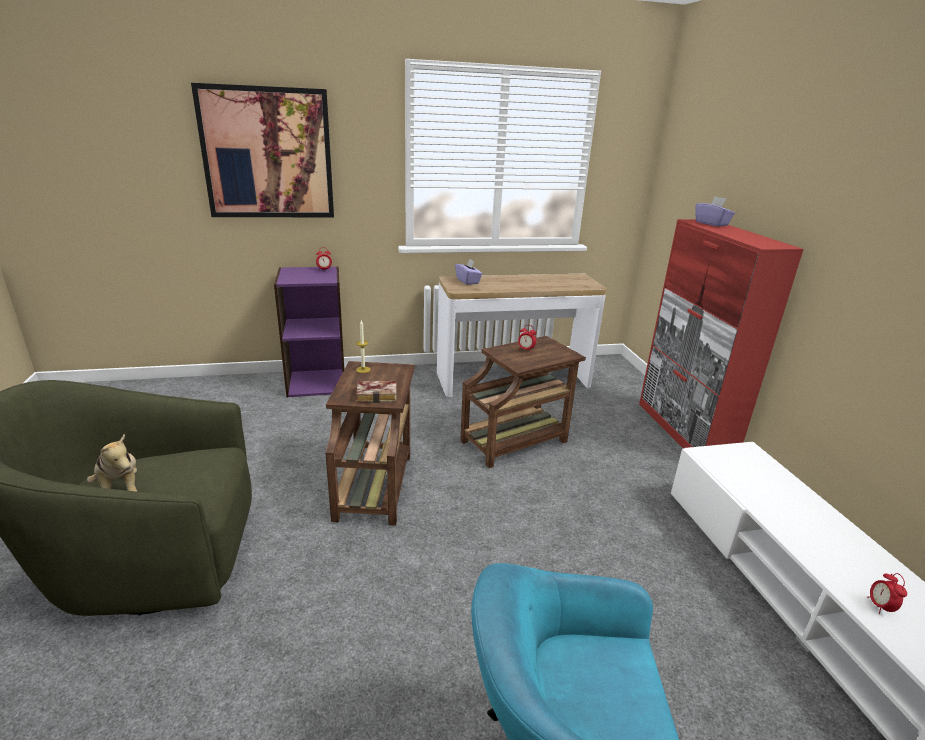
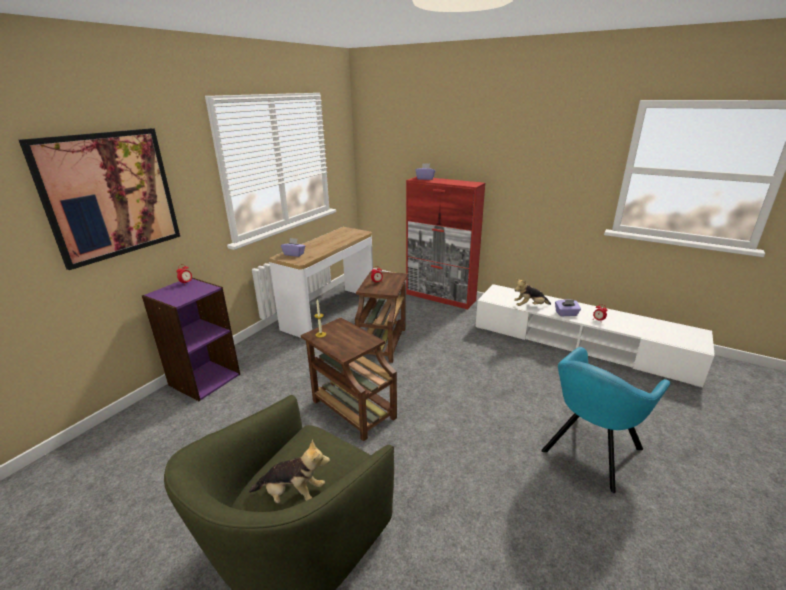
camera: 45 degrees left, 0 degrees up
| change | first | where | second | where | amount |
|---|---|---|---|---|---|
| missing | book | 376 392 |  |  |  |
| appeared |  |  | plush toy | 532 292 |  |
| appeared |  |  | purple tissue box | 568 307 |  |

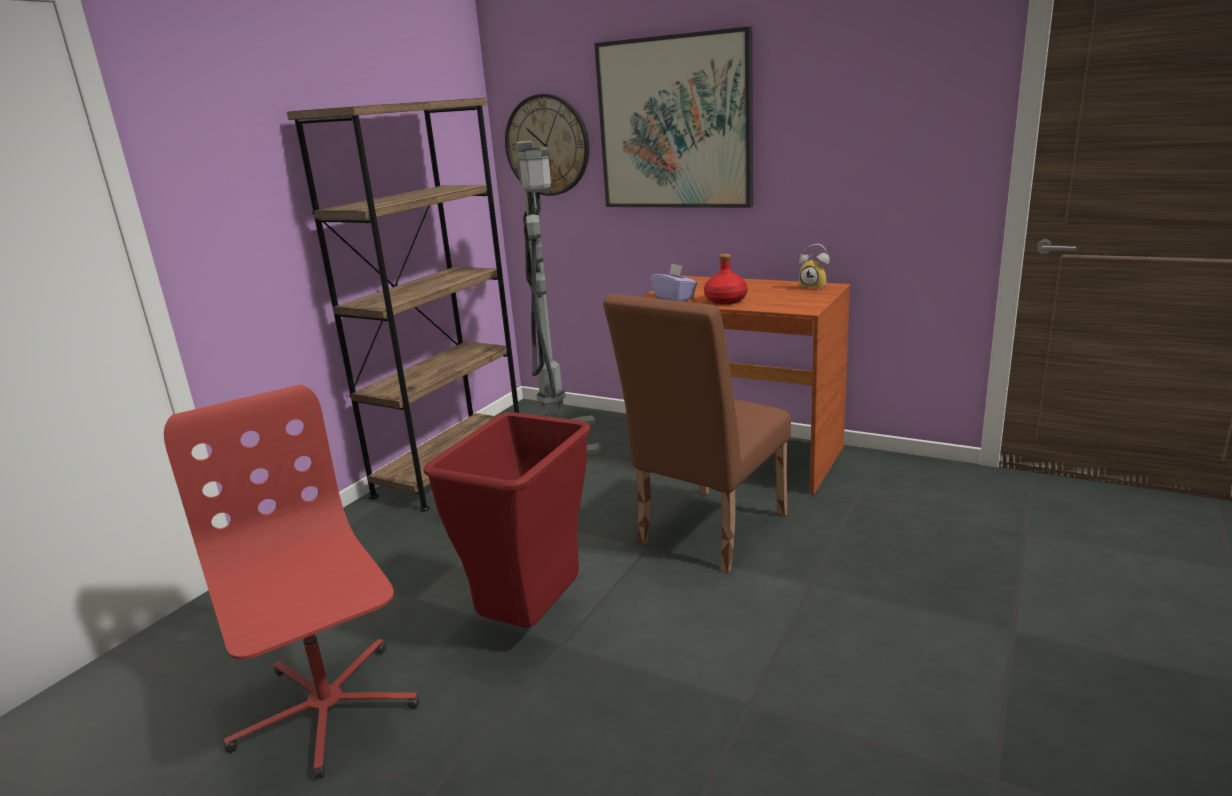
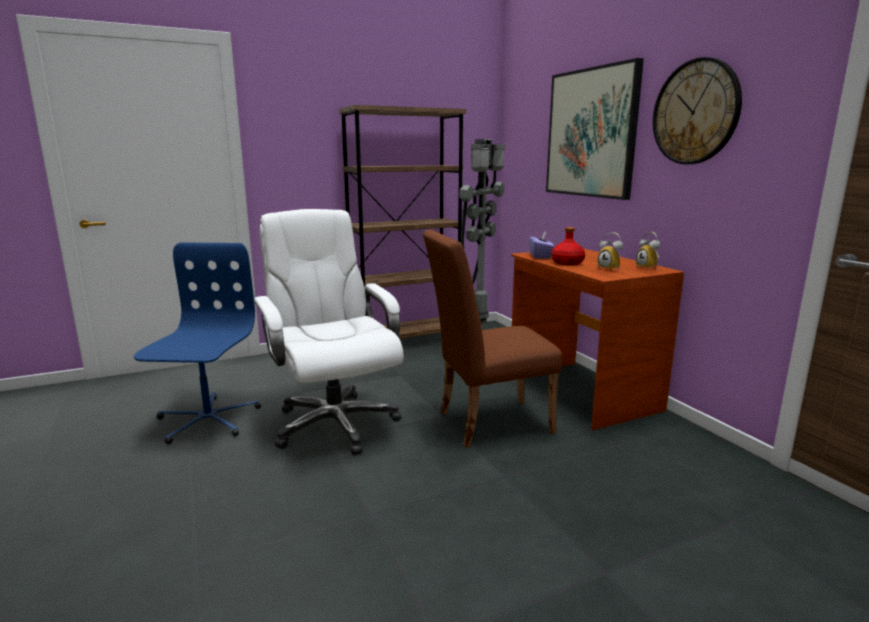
camera: 35 degrees right, 5 degrees down
| change | first | where | second | where | amount |
|---|---|---|---|---|---|
| colour | red office chair | 291 581 | blue office chair | 197 343 |  |
| exchanged | red trash can | 506 520 | white office chair | 329 332 |  |
| relocated | wall clock | 547 145 |  | 697 110 |  |
| appeared |  |  | alarm clock | 610 251 |  |

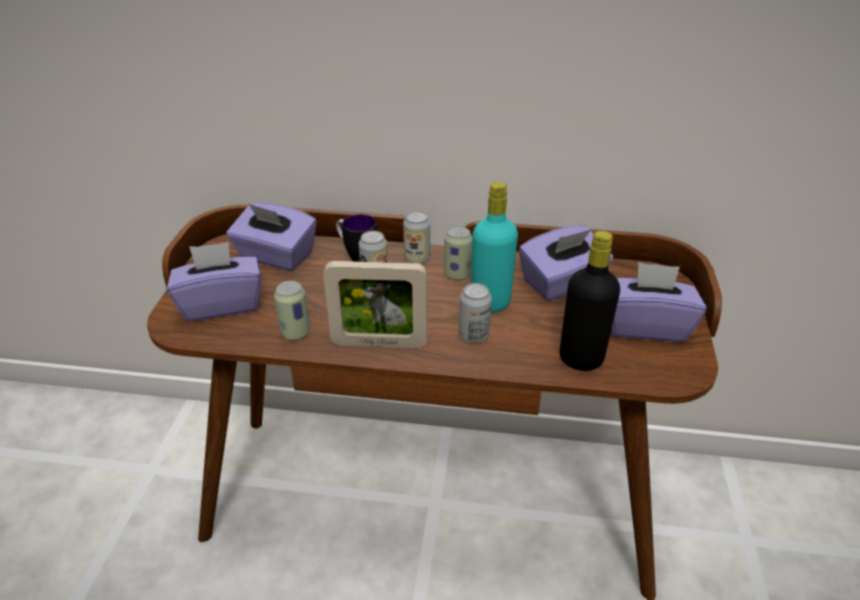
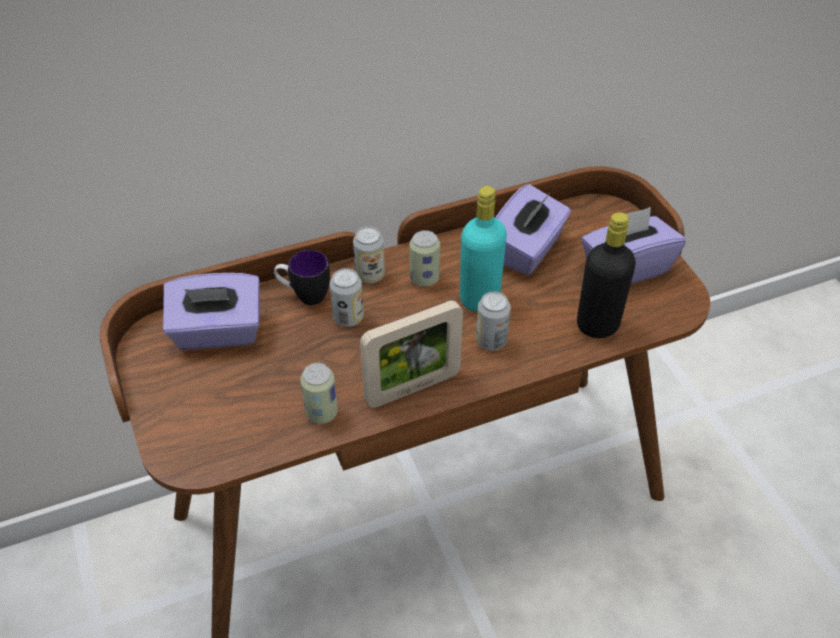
camera: 30 degrees left, 10 degrees up
| change | first | where | second | where | amount |
|---|---|---|---|---|---|
| missing | purple tissue box | 214 281 |  |  |  |

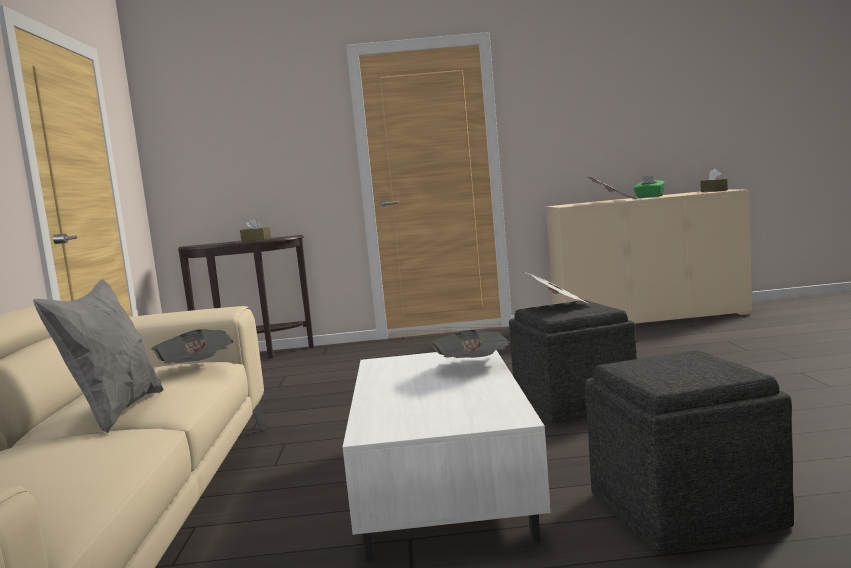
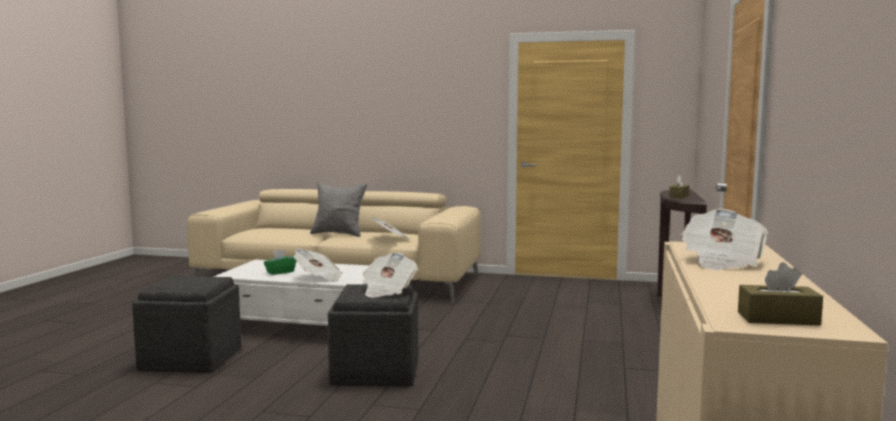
camera: 105 degrees right, 0 degrees up
| change | first | where | second | where | amount |
|---|---|---|---|---|---|
| relocated | green tissue box | 649 187 |  | 280 262 |  |

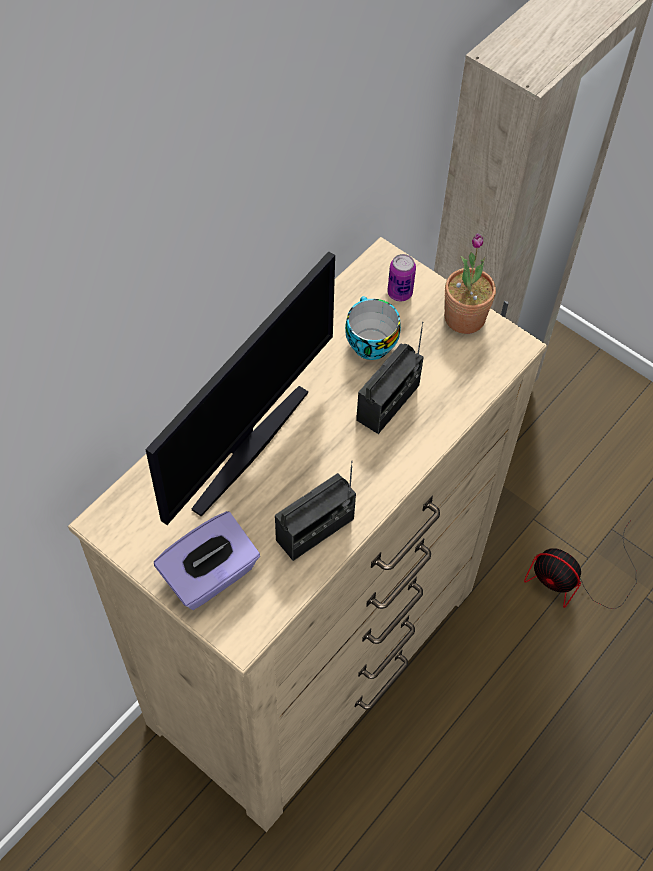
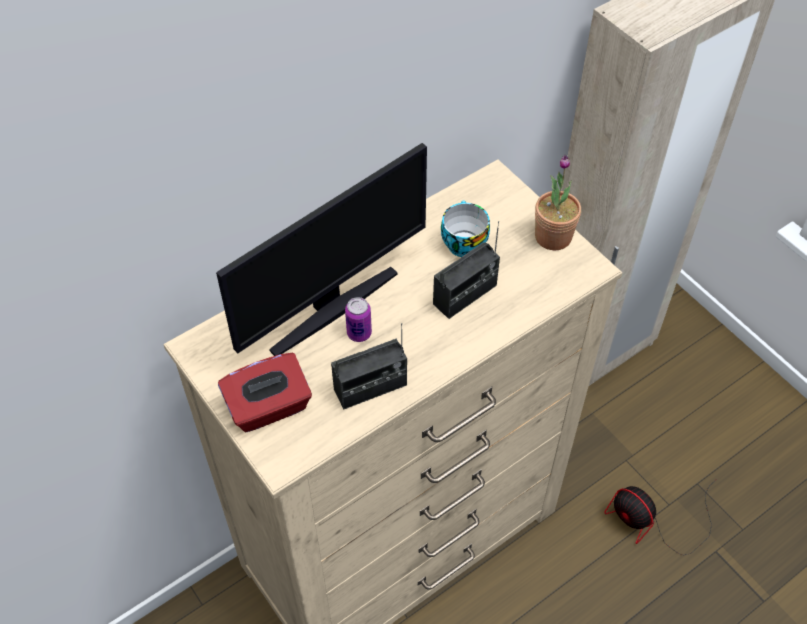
camera: 15 degrees right, 5 degrees down
| change | first | where | second | where | amount |
|---|---|---|---|---|---|
| colour | purple tissue box | 207 560 | red tissue box | 265 392 |  |
| relocated | can | 402 277 |  | 358 319 |  |

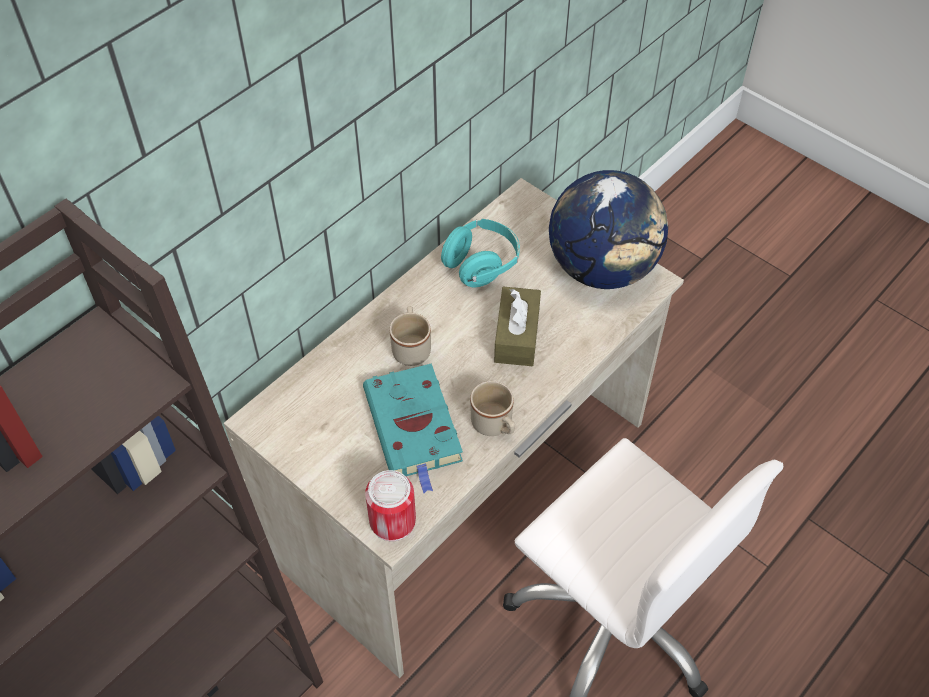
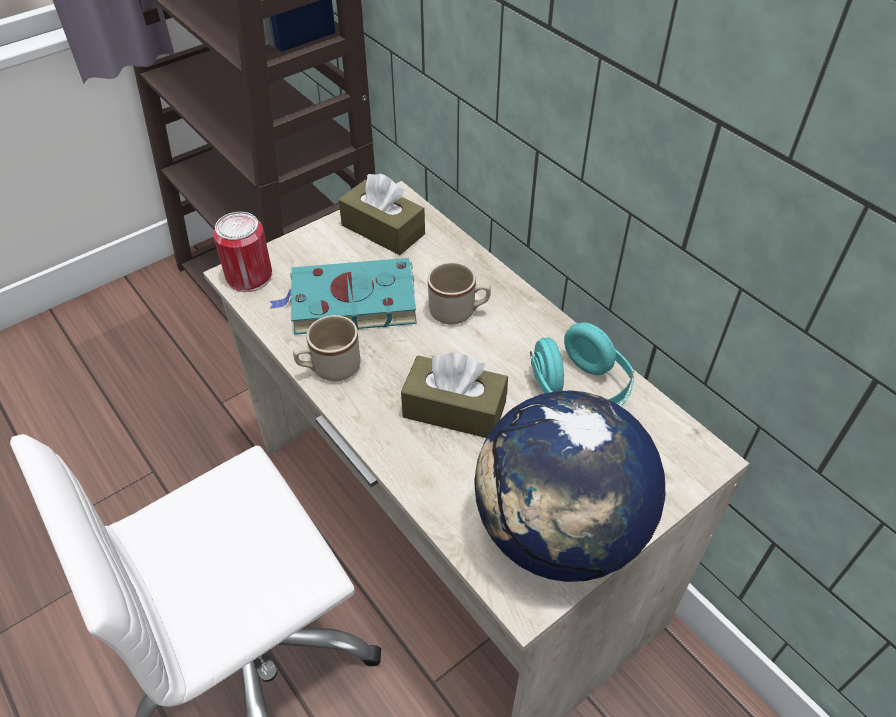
camera: 100 degrees right, 5 degrees down
| change | first | where | second | where | amount |
|---|---|---|---|---|---|
| appeared |  |  | brown tissue box | 382 214 |  |

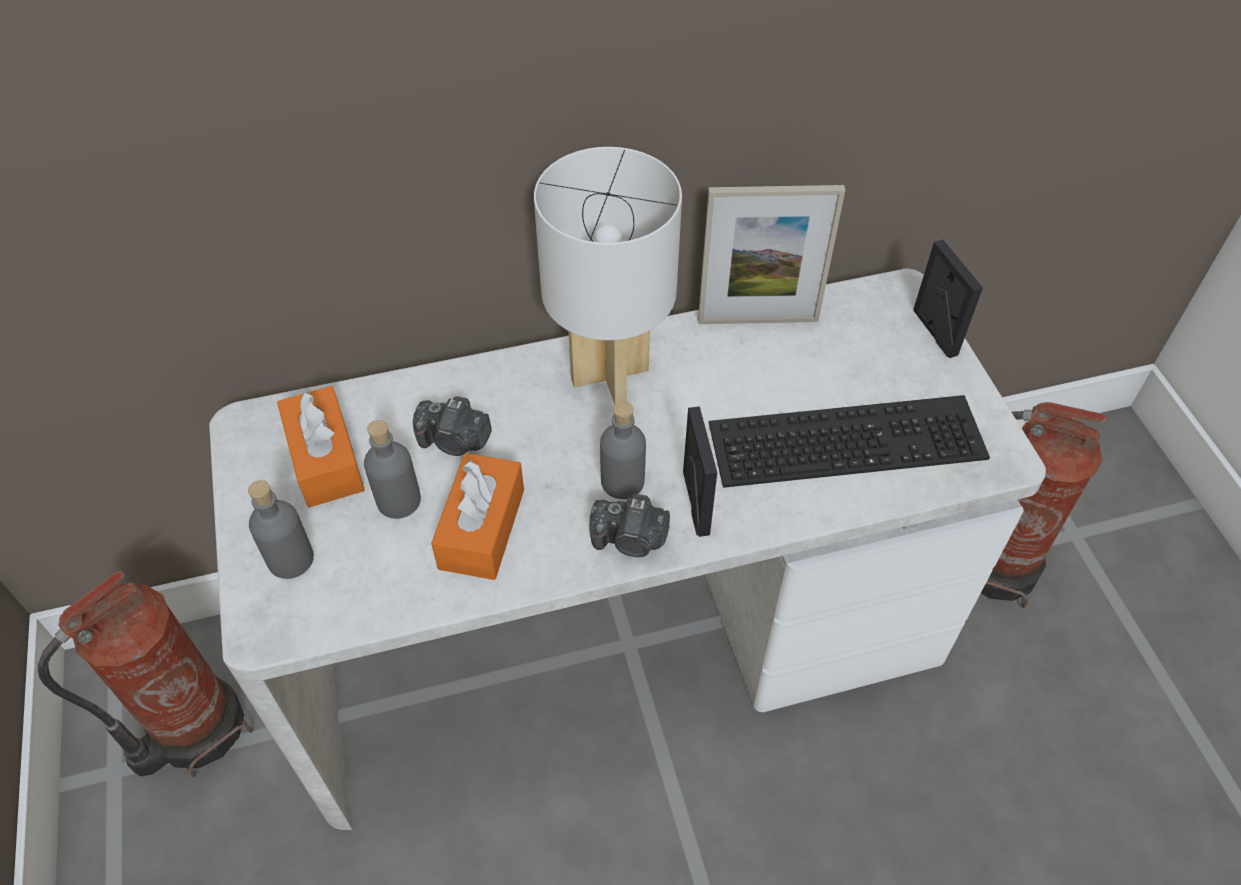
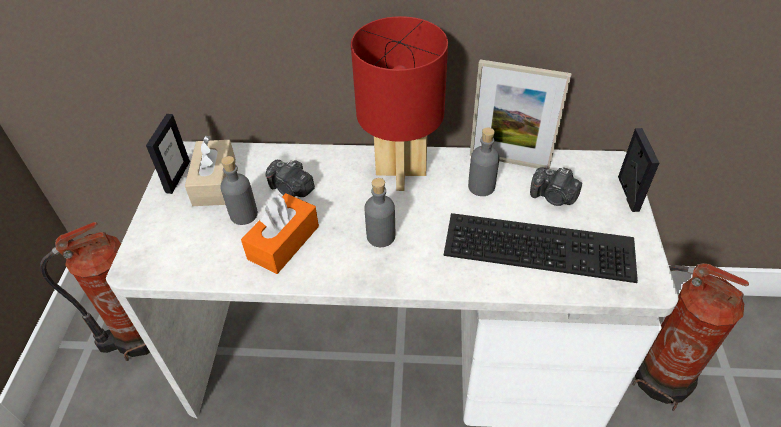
camera: 20 degrees right, 5 degrees down
| change | first | where | second | where | amount |
|---|---|---|---|---|---|
| relocated | grey bottle | 281 529 |  | 484 162 |  |
| colour | orange tissue box | 321 447 | beige tissue box | 210 171 |  |
| colour | white table lamp | 608 275 | red table lamp | 399 103 |  |
| relocated | photo camera | 629 525 |  | 556 186 |  |
| relocated | picture frame | 700 471 |  | 168 154 |  |

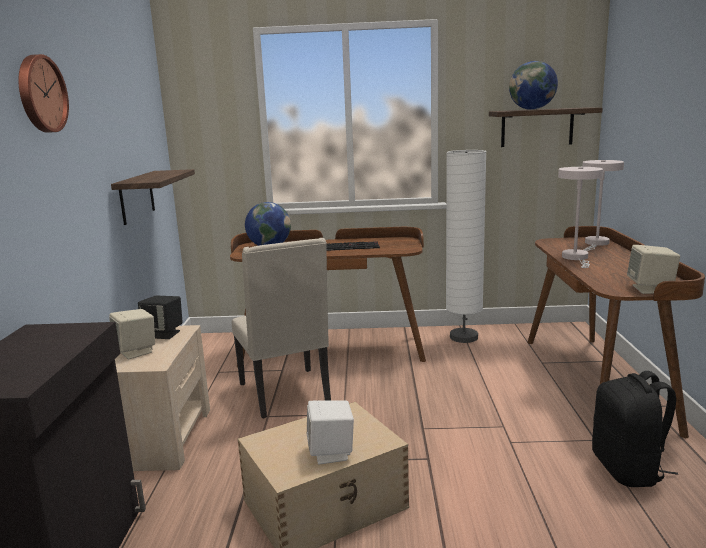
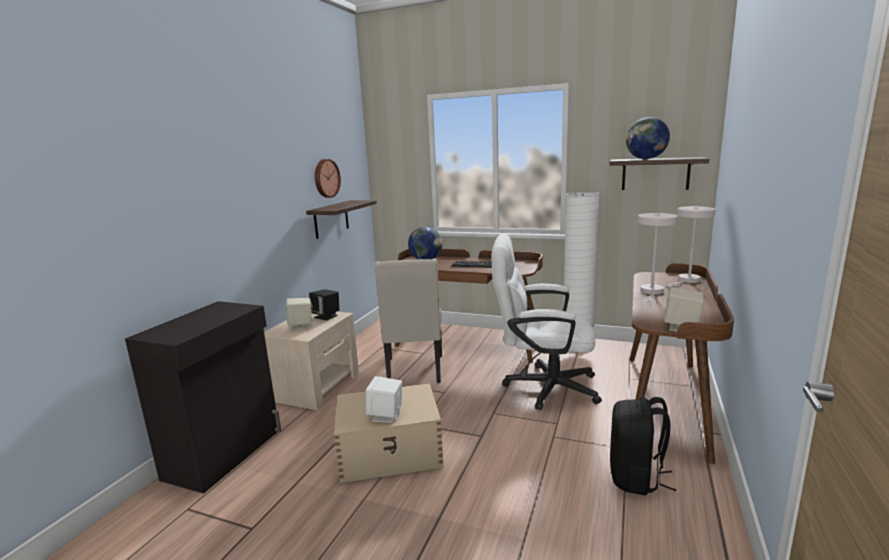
camera: 20 degrees right, 0 degrees up
| change | first | where | second | where | amount |
|---|---|---|---|---|---|
| relocated | wall clock | 43 93 |  | 328 178 |  |
| appeared |  |  | white office chair | 546 321 |  |

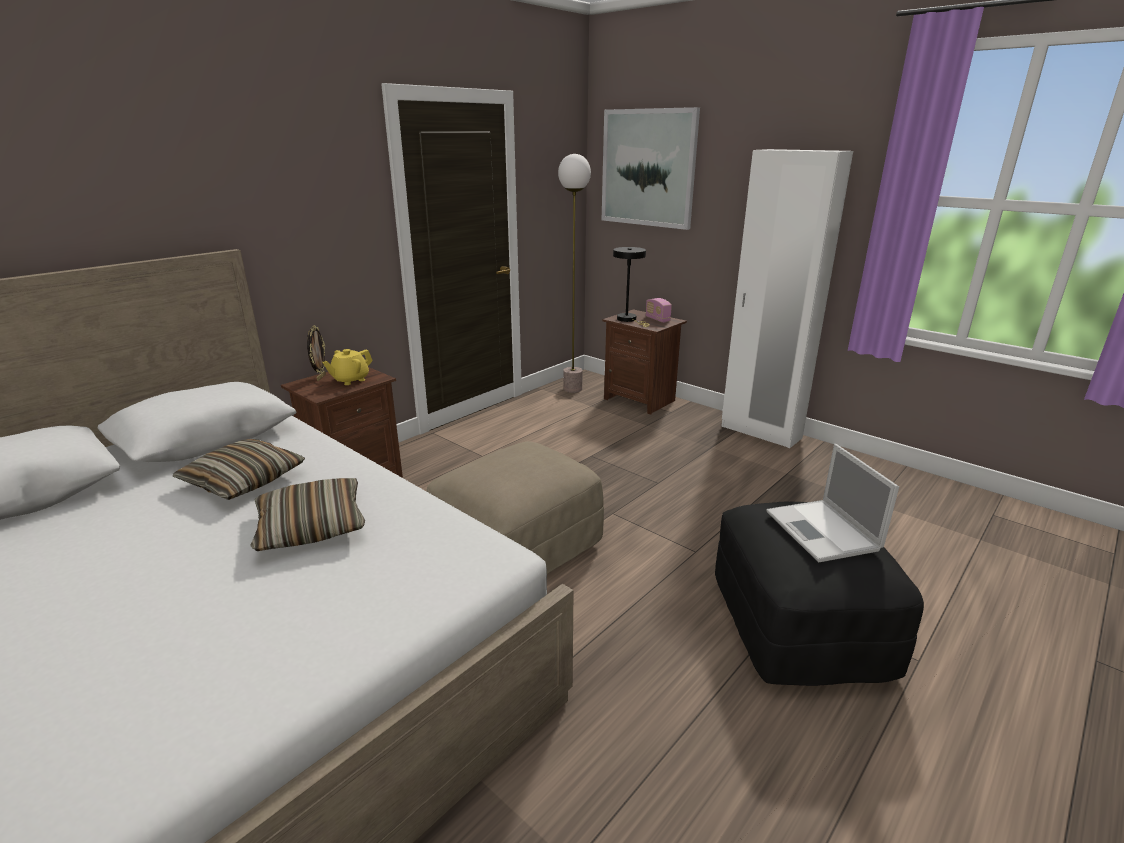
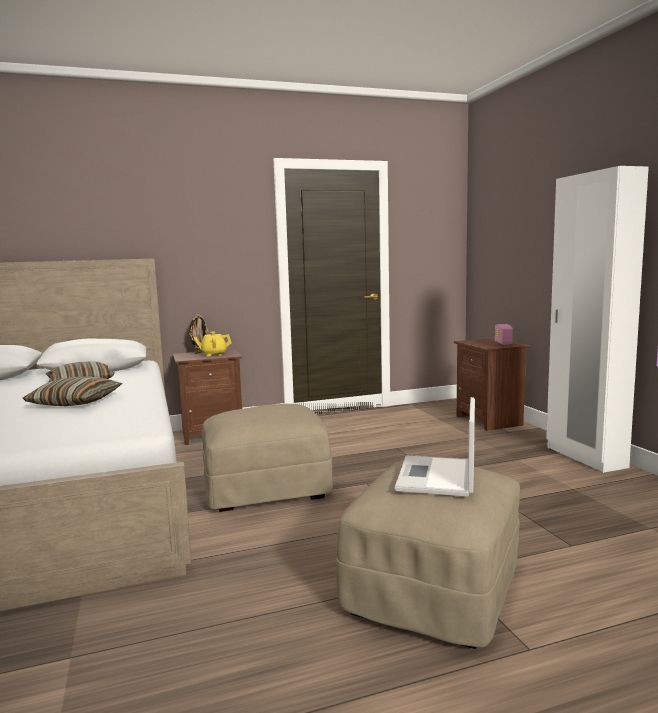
camera: 30 degrees right, 15 degrees down
| change | first | where | second | where | amount |
|---|---|---|---|---|---|
| missing | floor lamp | 574 273 |  |  |  |
| missing | picture | 651 168 |  |  |  |
| missing | black table lamp | 631 287 |  |  |  |
| colour | black ottoman | 819 594 | beige ottoman | 428 554 |  |

